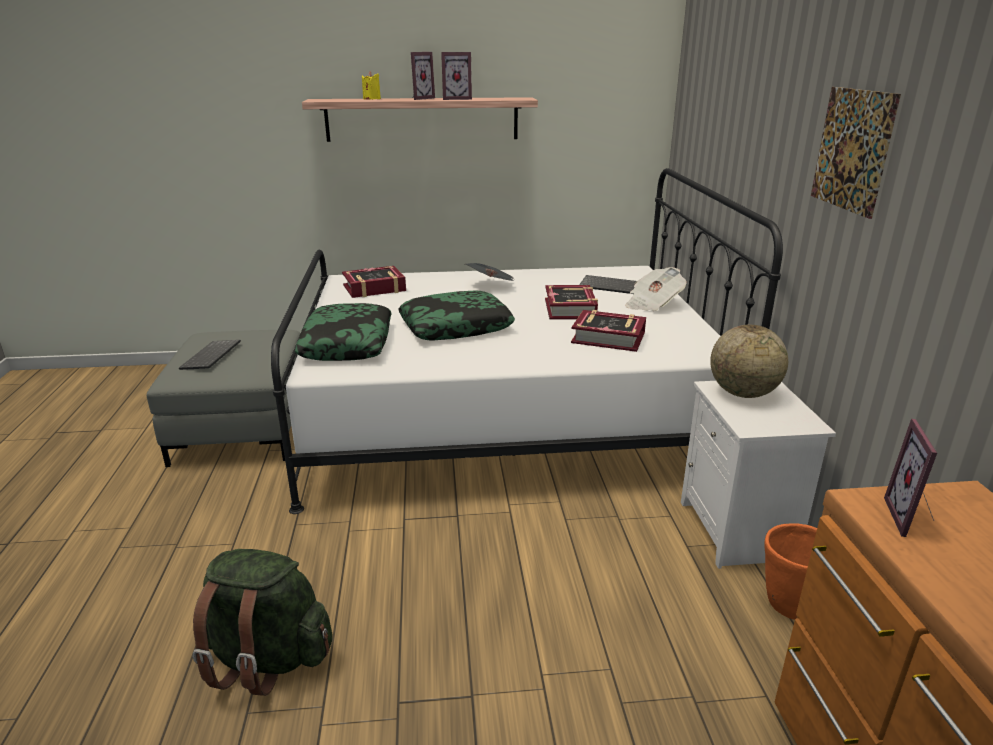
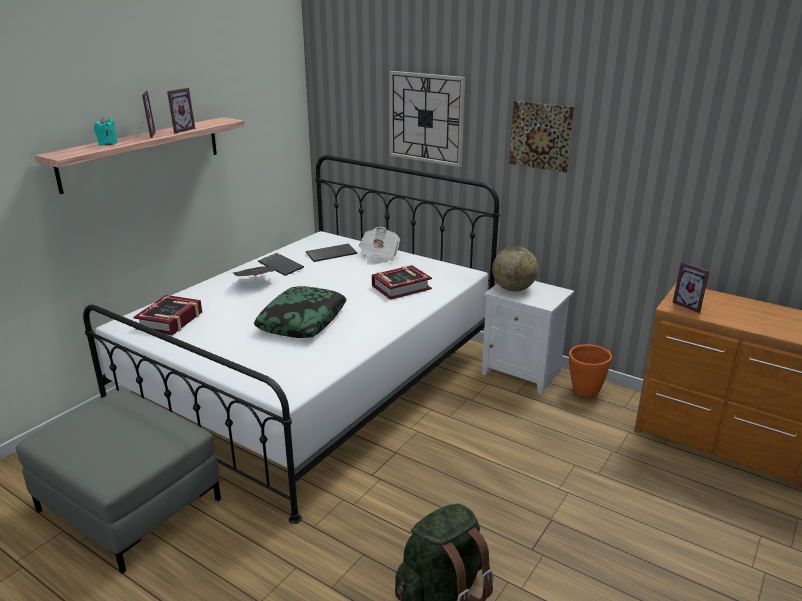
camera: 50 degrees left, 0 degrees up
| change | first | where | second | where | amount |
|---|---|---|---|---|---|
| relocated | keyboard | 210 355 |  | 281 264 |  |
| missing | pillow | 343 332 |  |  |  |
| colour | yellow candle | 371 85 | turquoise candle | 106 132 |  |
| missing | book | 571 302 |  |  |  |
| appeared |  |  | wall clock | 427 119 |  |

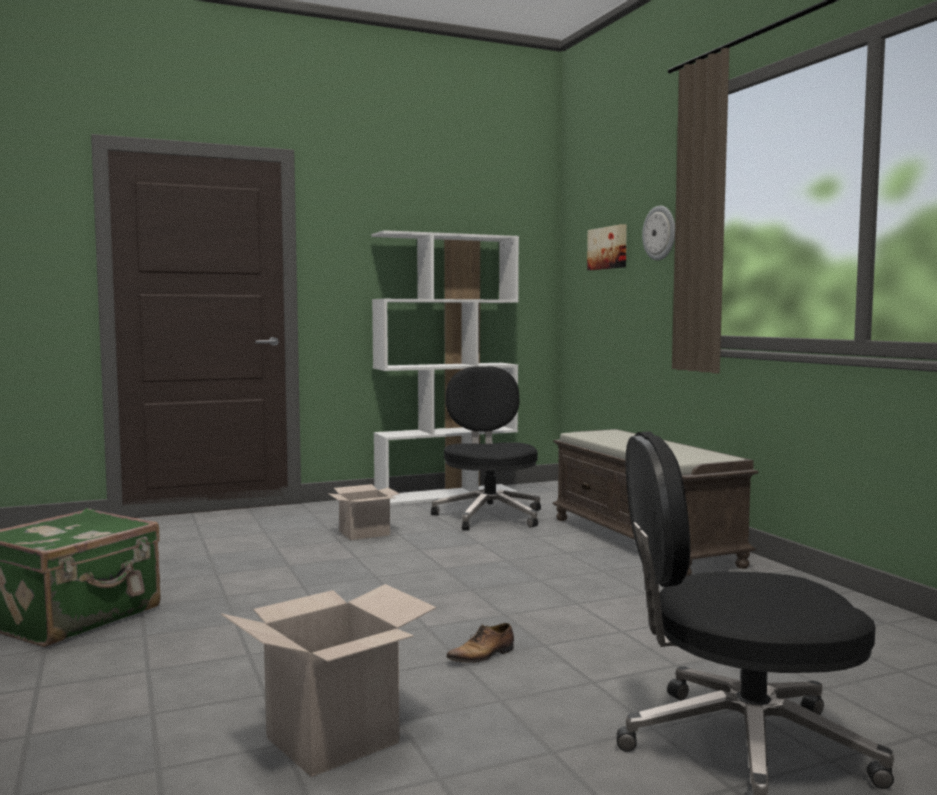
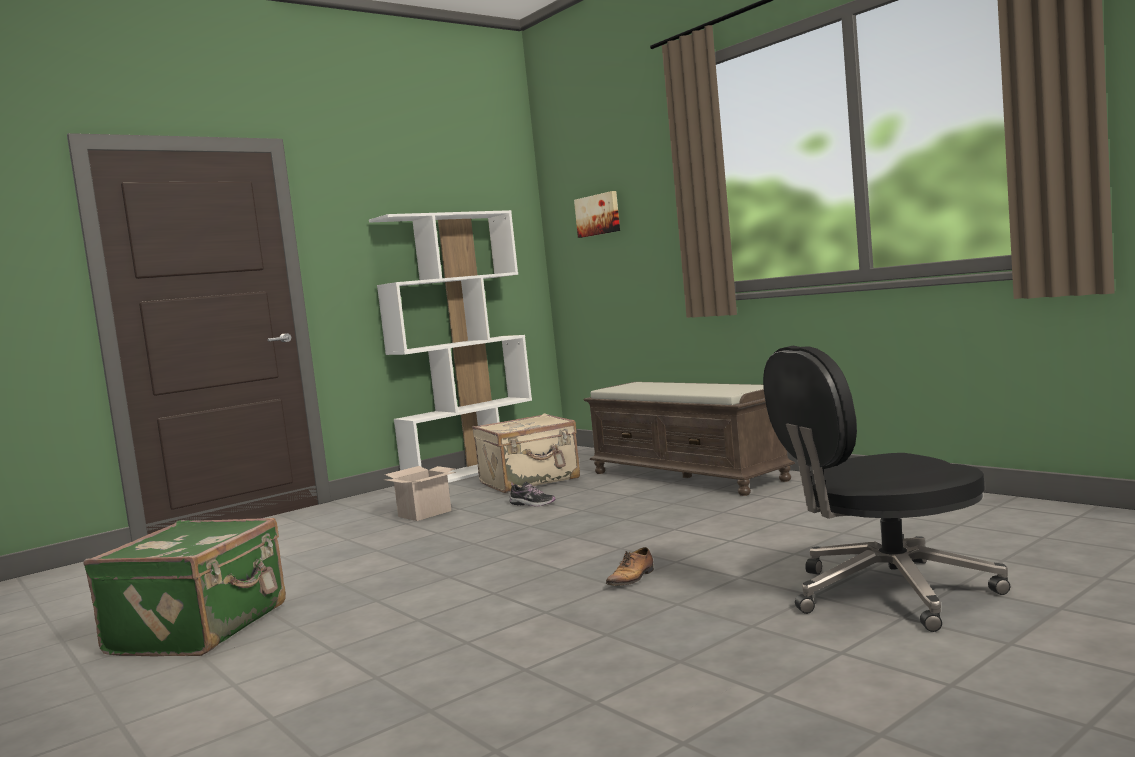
camera: 15 degrees left, 0 degrees up
| change | first | where | second | where | amount |
|---|---|---|---|---|---|
| missing | cardboard box | 328 680 |  |  |  |
| exchanged | black office chair | 486 448 | beige suitcase | 526 453 |  |
| missing | wall clock | 658 233 |  |  |  |
| appeared |  |  | shoe | 532 494 |  |

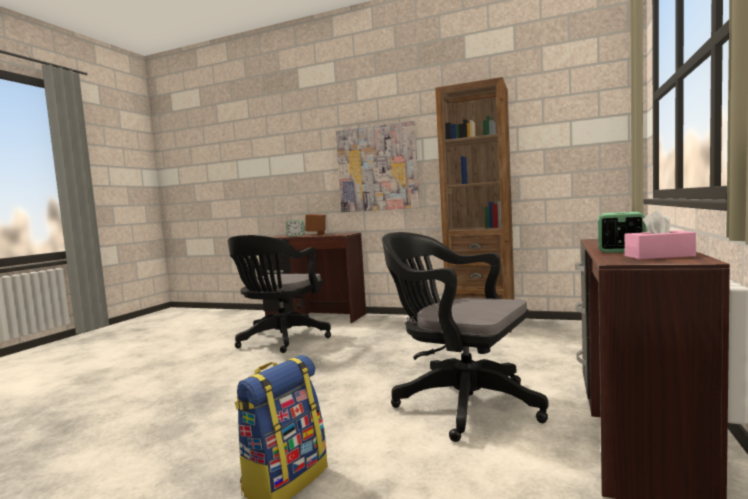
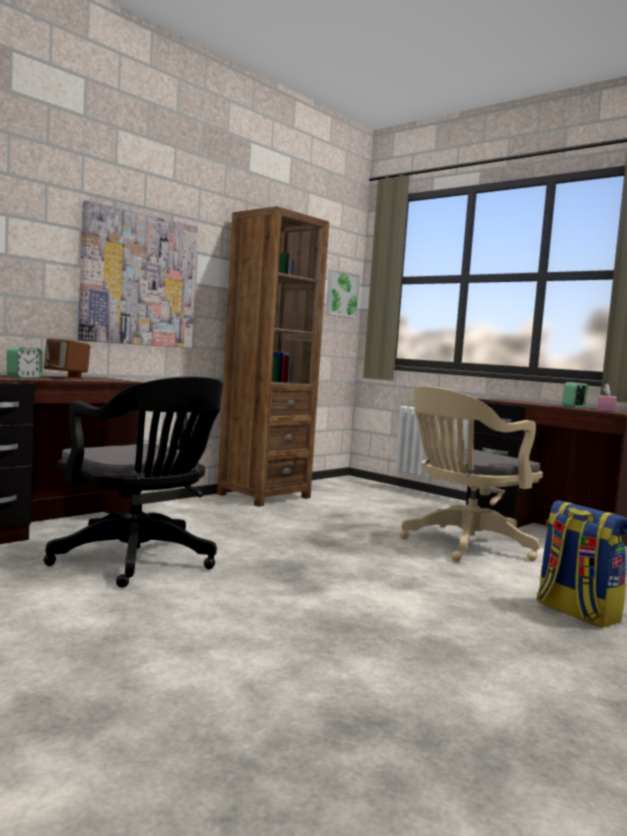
camera: 70 degrees left, 0 degrees up
| change | first | where | second | where | amount |
|---|---|---|---|---|---|
| colour | black office chair | 465 337 | beige office chair | 471 474 |  |
| appeared |  |  | picture | 343 293 |  |

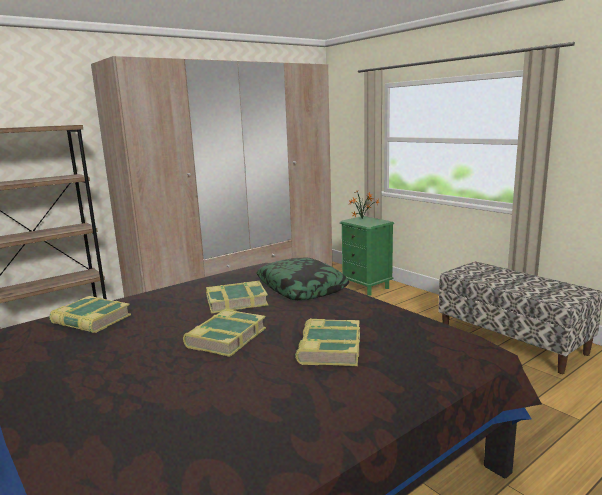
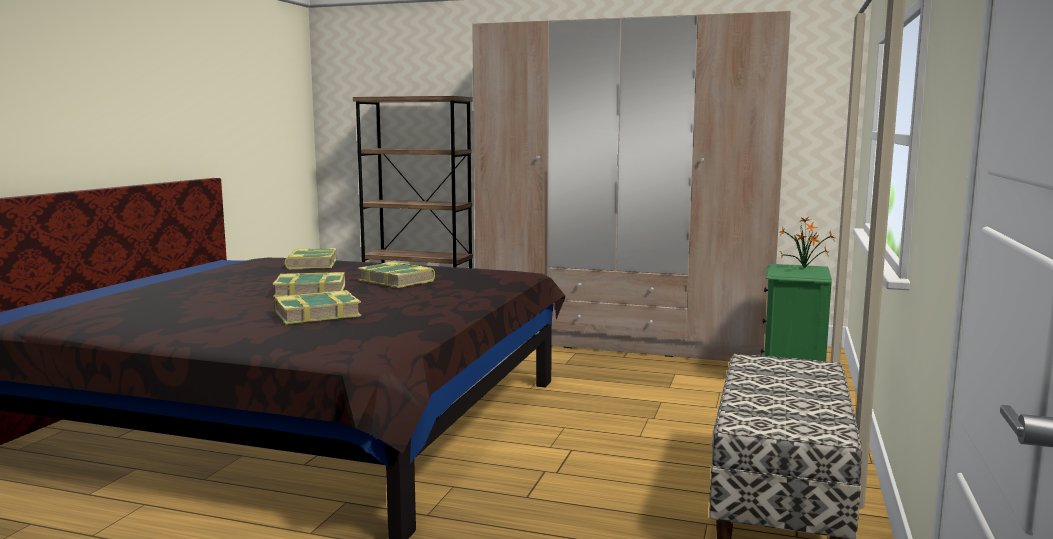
camera: 55 degrees right, 5 degrees down
| change | first | where | second | where | amount |
|---|---|---|---|---|---|
| missing | pillow | 303 279 |  |  |  |

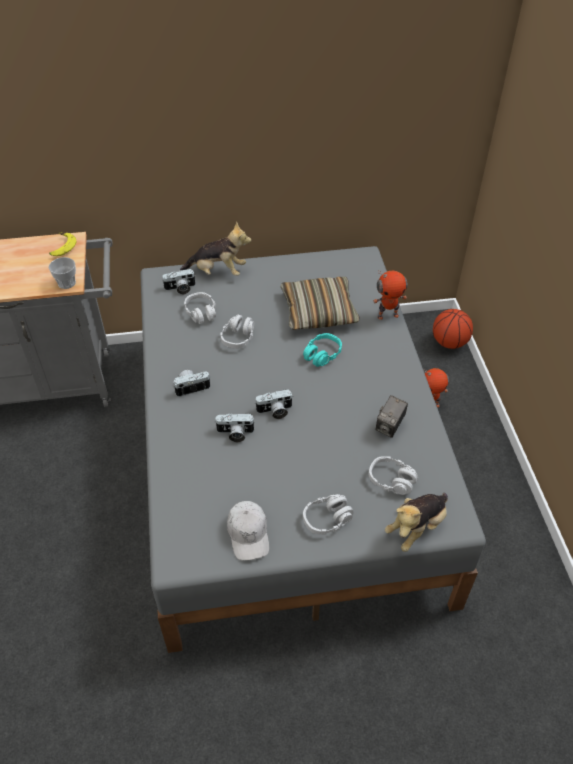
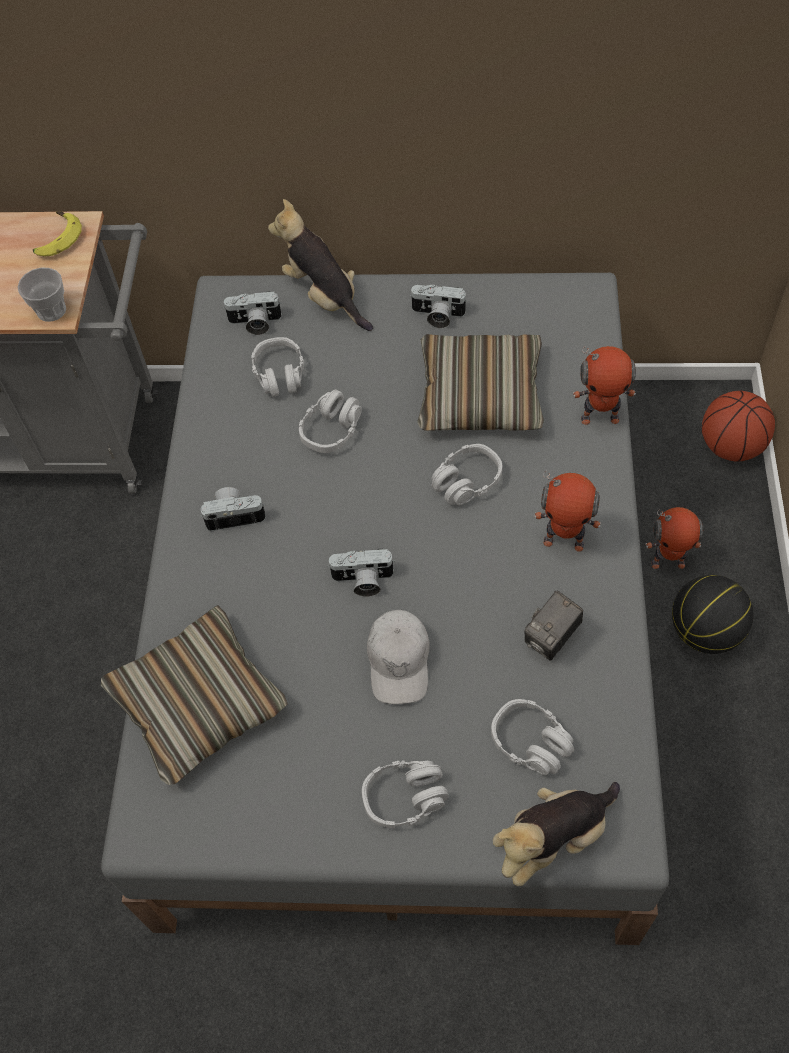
camera: 15 degrees right, 10 degrees up
| change | first | where | second | where | amount |
|---|---|---|---|---|---|
| spun | plush toy | 216 249 |  | 320 265 | 150 degrees counterclockwise |
| relocated | photo camera | 235 428 |  | 438 306 |  |
| relocated | white cap | 248 531 |  | 398 657 |  |
| colour | turquoise headphones | 322 350 | grey headphones | 467 474 |  |
| appeared |  |  | pillow | 194 695 |  |
| appeared |  |  | toy robot | 567 511 |  |
| appeared |  |  | basketball | 712 614 |  |

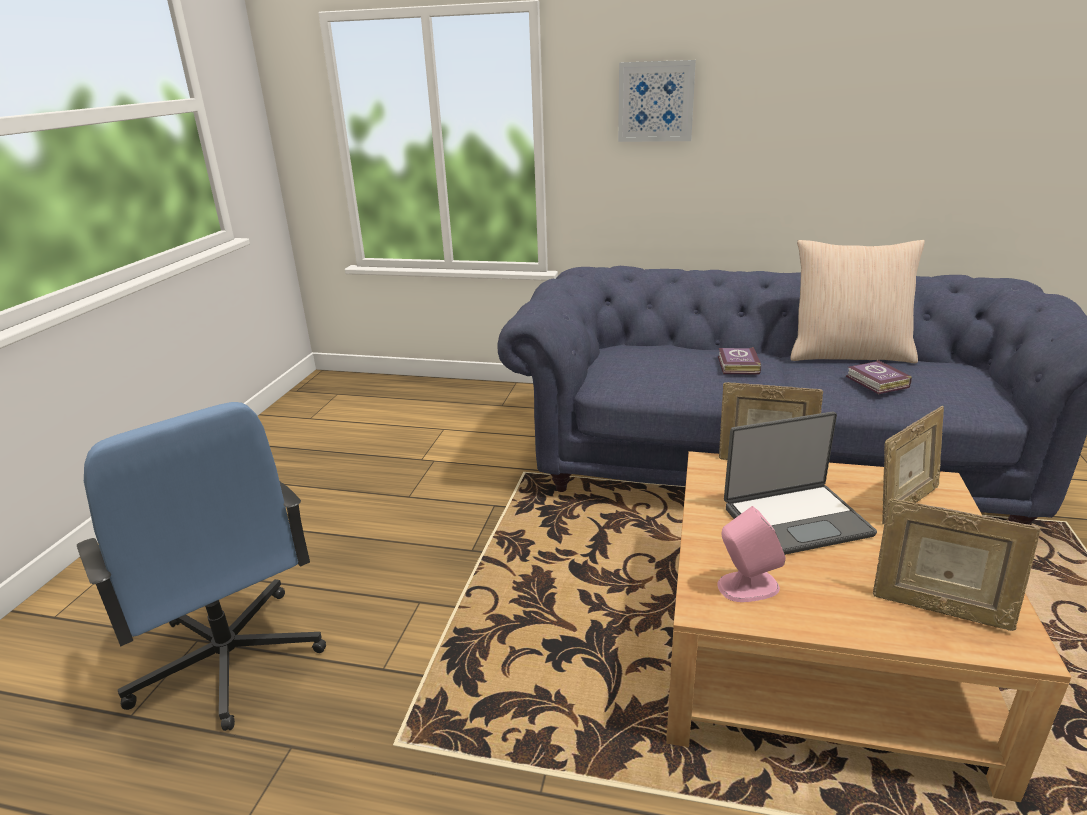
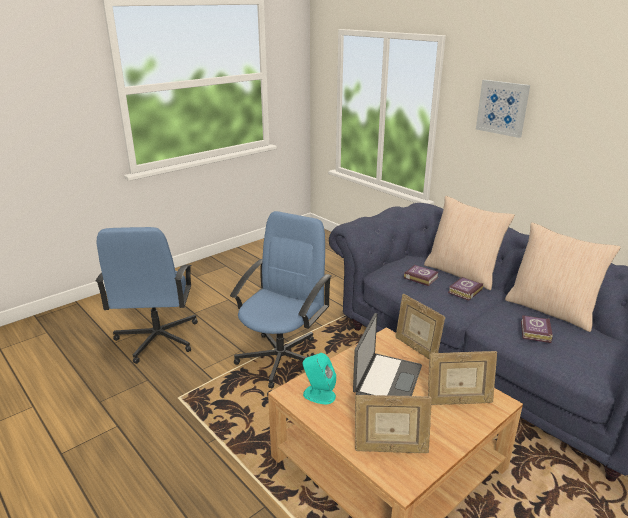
camera: 35 degrees right, 0 degrees up
| change | first | where | second | where | amount |
|---|---|---|---|---|---|
| colour | pink speaker | 751 554 | turquoise speaker | 319 378 |  |
| spun | laptop | 800 483 |  | 387 354 | 90 degrees counterclockwise |
| spun | picture frame | 957 565 |  | 393 424 | 60 degrees counterclockwise |
| appeared |  |  | blue office chair | 281 300 |  |
| appeared |  |  | book | 421 275 |  |
| appeared |  |  | beige pillow | 469 243 |  |

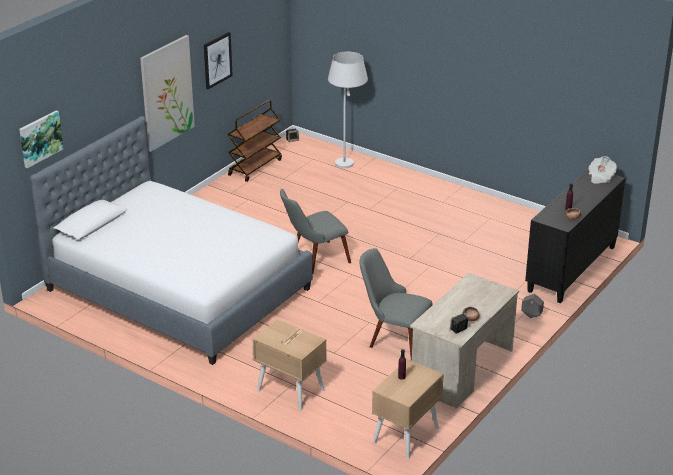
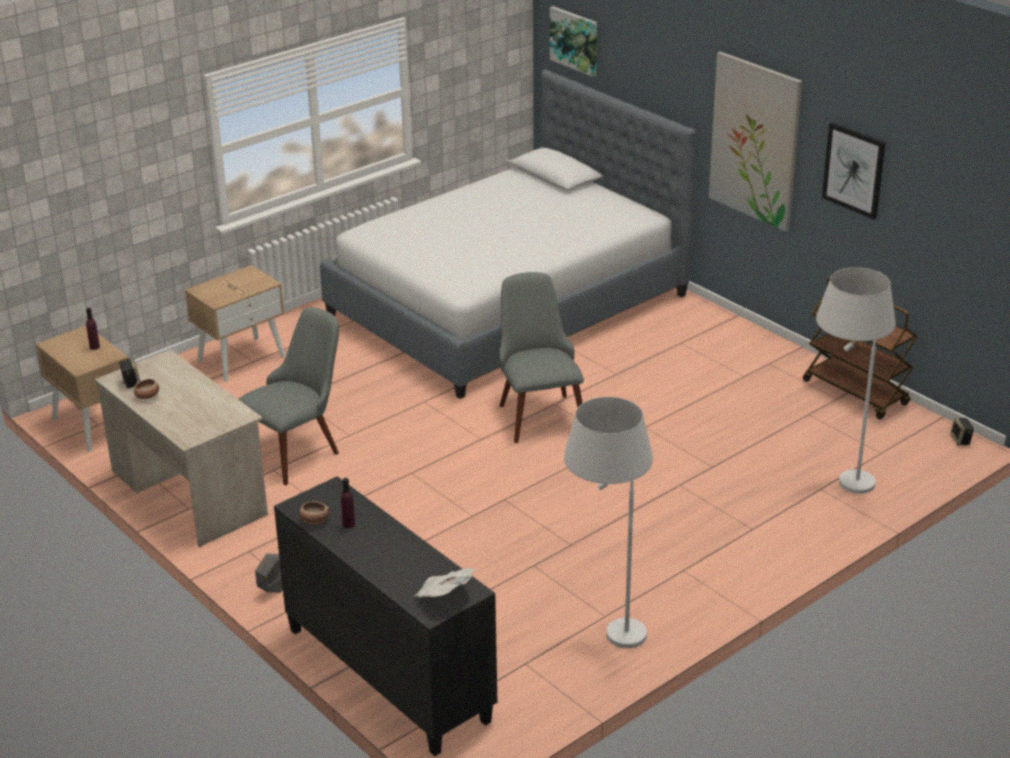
camera: 105 degrees right, 0 degrees up
| change | first | where | second | where | amount |
|---|---|---|---|---|---|
| appeared |  |  | white floor lamp | 608 522 |  |

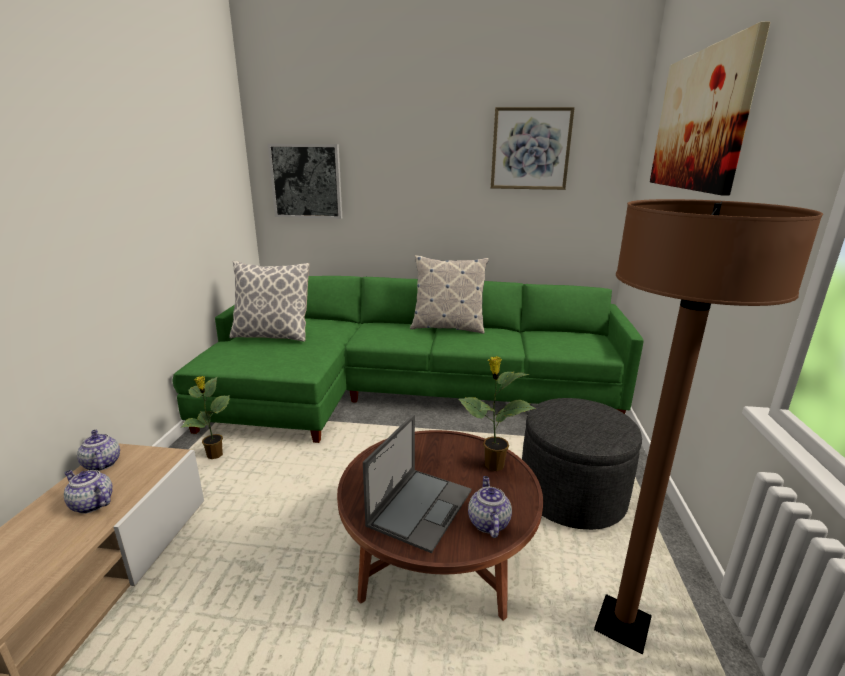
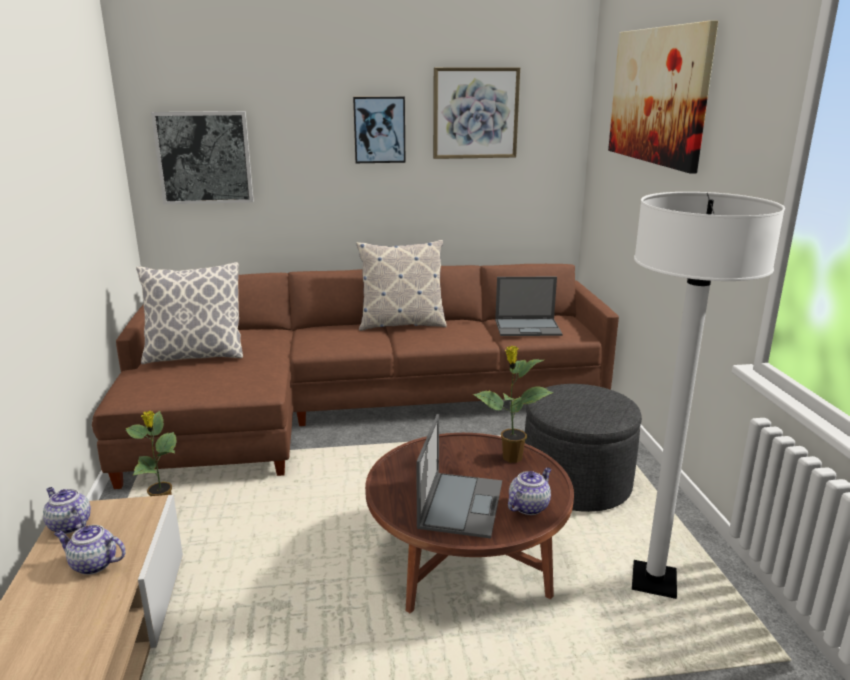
camera: 15 degrees left, 0 degrees up
| change | first | where | second | where | amount |
|---|---|---|---|---|---|
| colour | green sofa | 408 359 | brown sofa | 355 376 |  |
| spun | teapot | 490 507 |  | 529 491 | 60 degrees clockwise |
| colour | brown floor lamp | 708 427 | white floor lamp | 708 395 |  |
| appeared |  |  | picture | 379 130 |  |
| appeared |  |  | laptop | 528 306 |  |

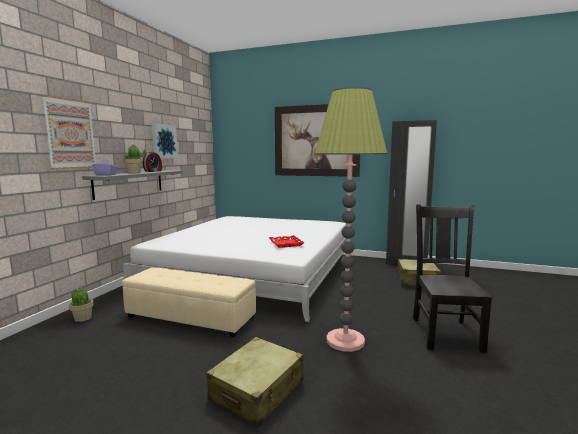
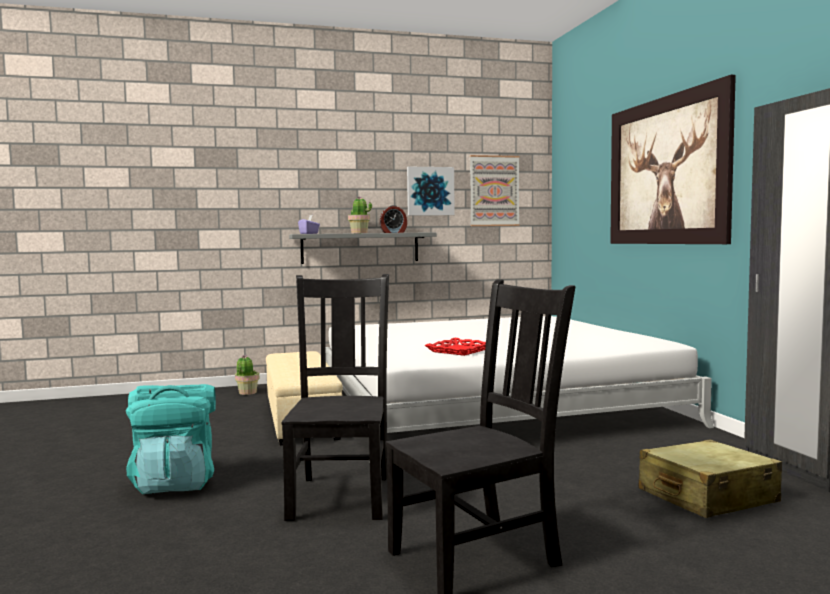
camera: 55 degrees right, 5 degrees down
| change | first | where | second | where | amount |
|---|---|---|---|---|---|
| relocated | picture | 69 132 |  | 495 190 |  |
| exchanged | beige suitcase | 254 382 | turquoise backpack | 171 439 |  |
| exchanged | floor lamp | 351 219 | black chair | 335 397 |  |

